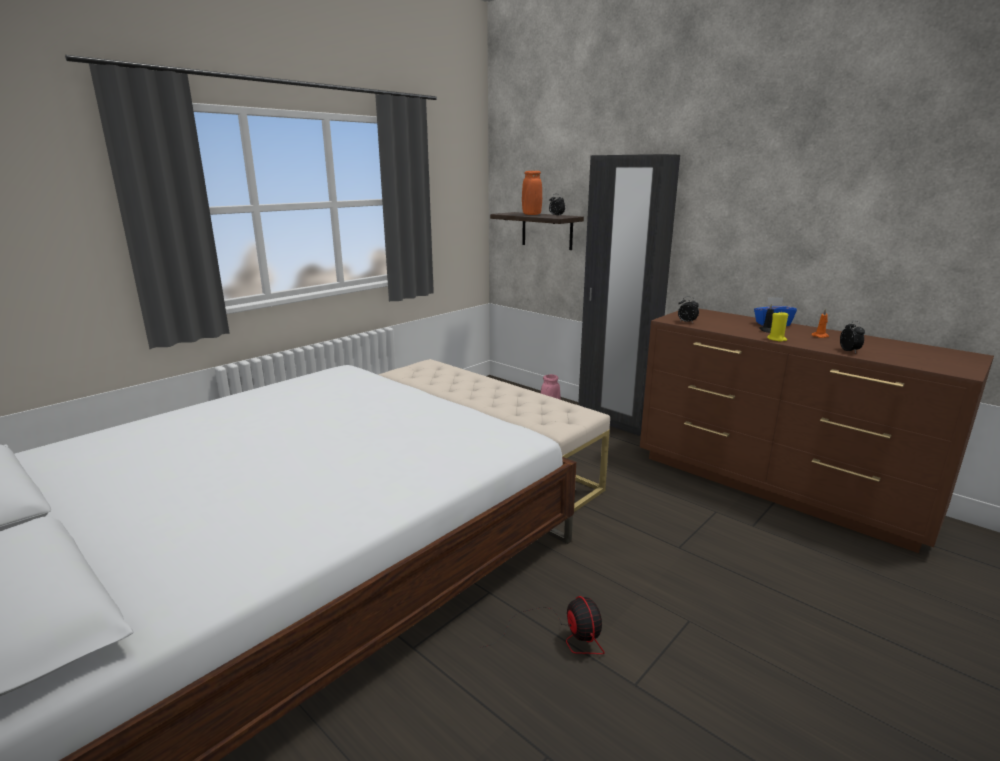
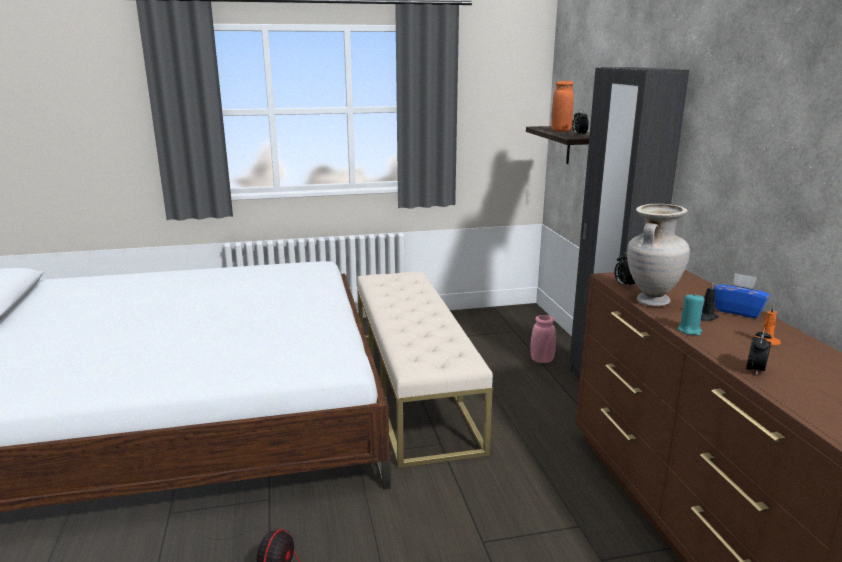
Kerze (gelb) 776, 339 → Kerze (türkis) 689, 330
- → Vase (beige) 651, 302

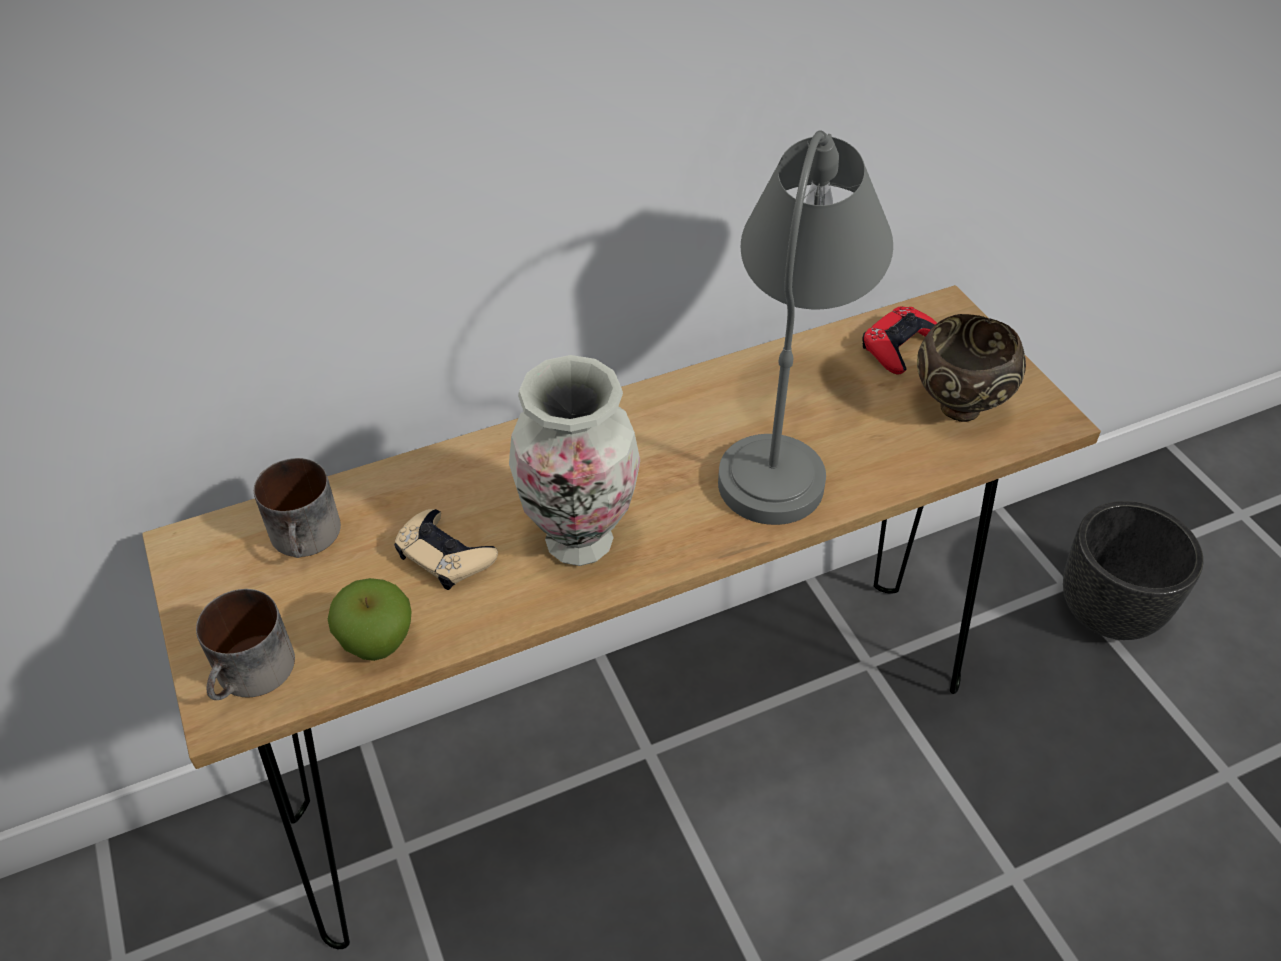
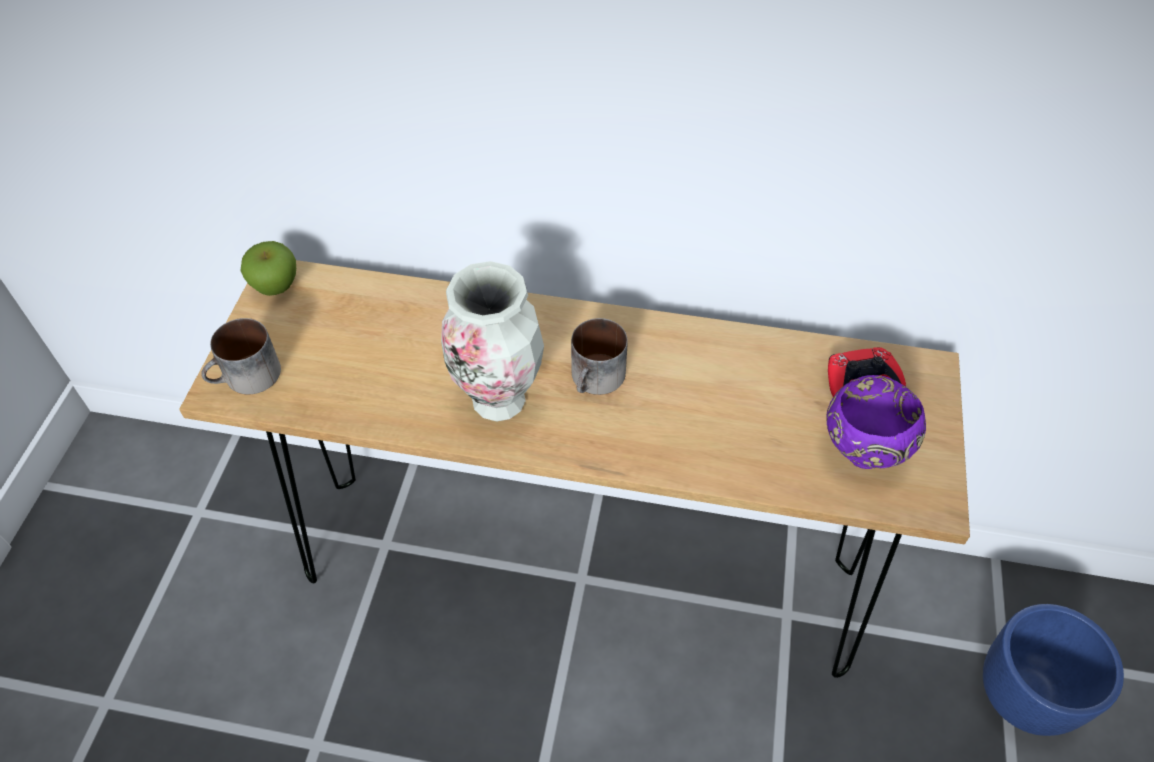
Tischlampe (grau) 787, 434 → -
Schüssel (braun) 956, 409 → Schüssel (lila) 860, 453
Henkelbecher 308, 538 → Henkelbecher 597, 380, shifted
Pflanzkübel (schwarz) 1108, 613 → Pflanzkübel (blau) 1023, 696
Gamepad (beige) 445, 555 → -
Apfel 377, 643 → Apfel 276, 287, shifted

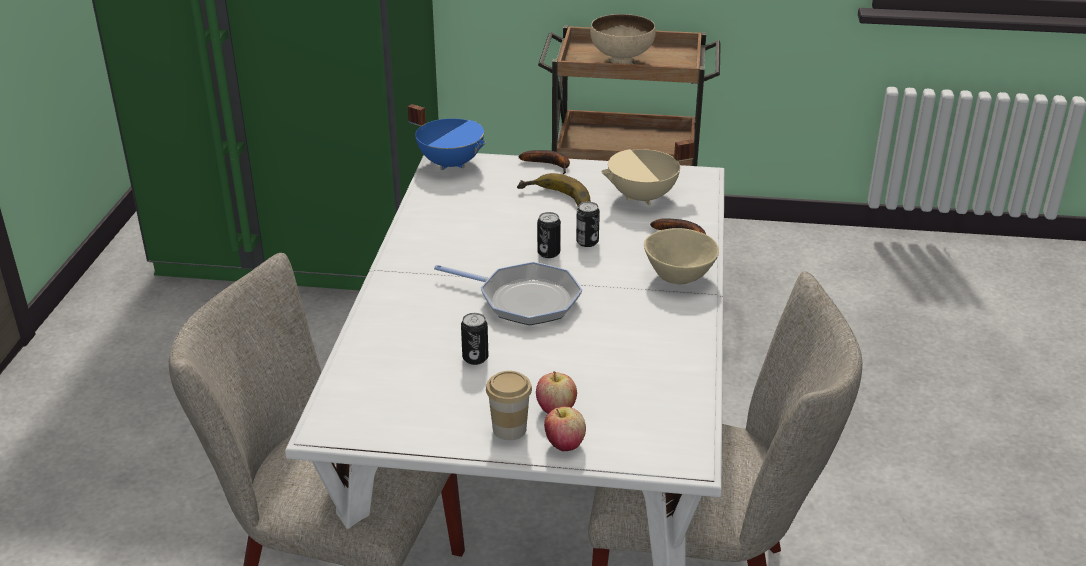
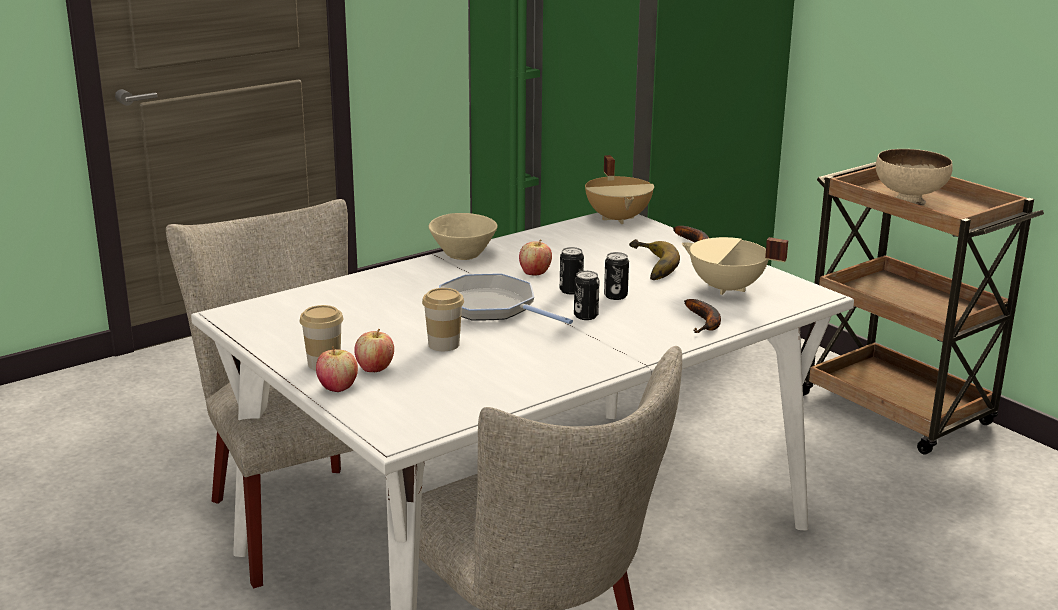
Kochtopf (blau) 451, 163 → Kochtopf (beige) 619, 218
Schüssel (beige) 679, 277 → Schüssel (beige) 461, 255, shifted
Pfanne 524, 300 → Pfanne 492, 307, 150 degrees clockwise
Dose 475, 358 → Dose 586, 316, shifted
- → Apfel 535, 273
- → Tasse 444, 344

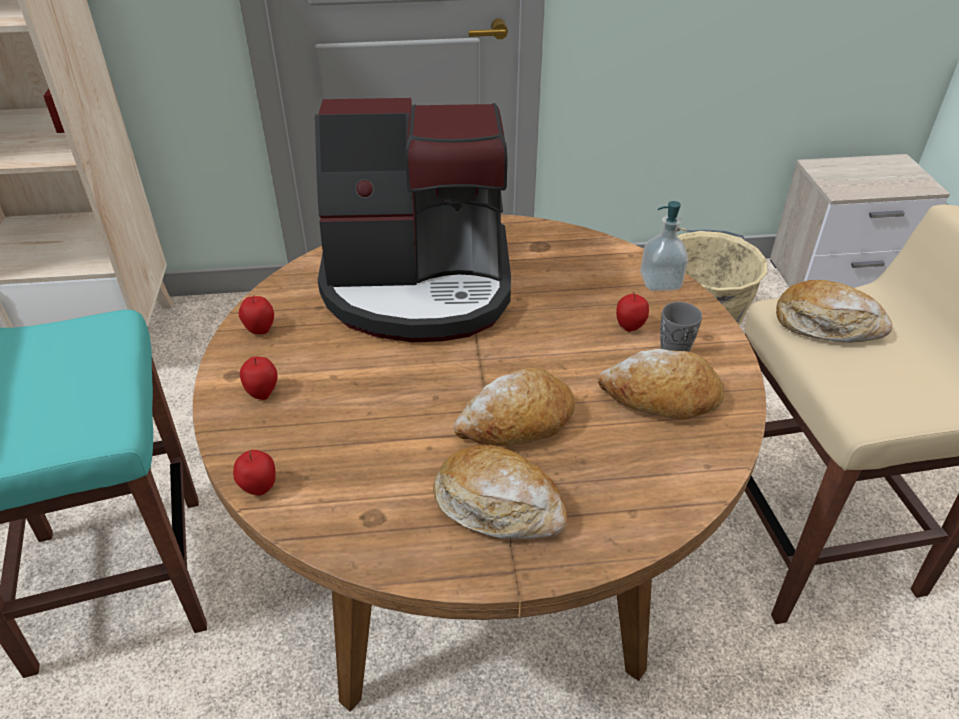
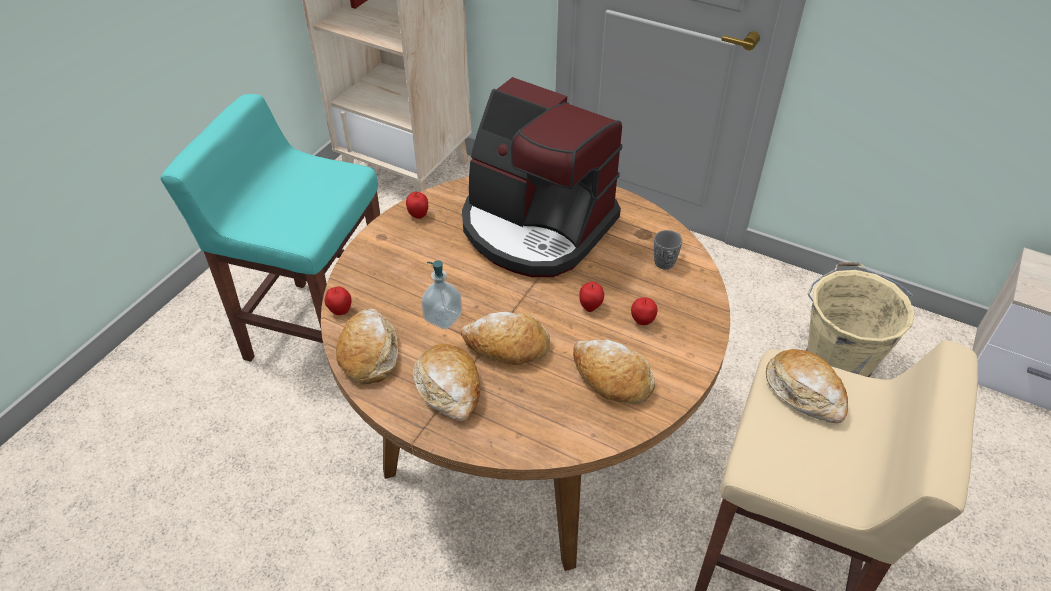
Seifenspender 660, 282 → Seifenspender 443, 317, shifted
Henkelbecher (grau) 673, 344 → Henkelbecher (grau) 666, 260, shifted
Apfel 263, 393 → Apfel 590, 307, shifted
- → Brot 369, 353

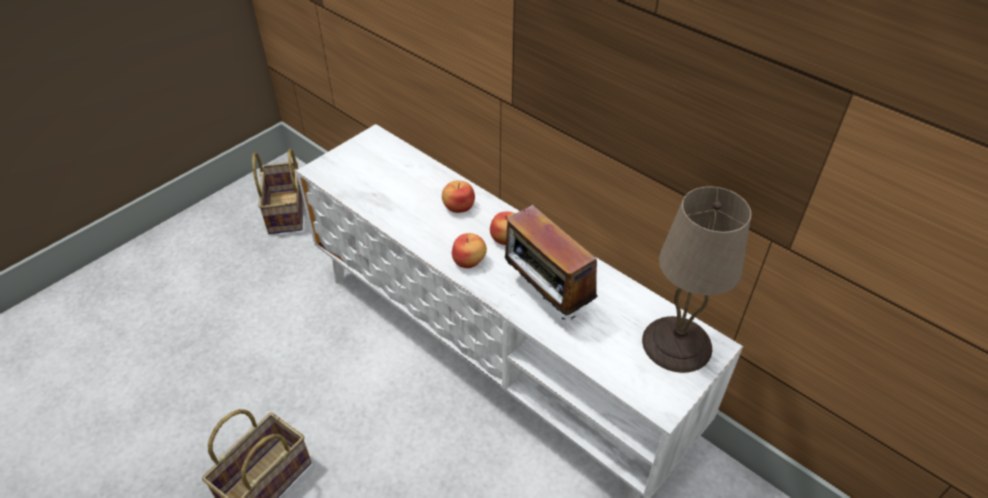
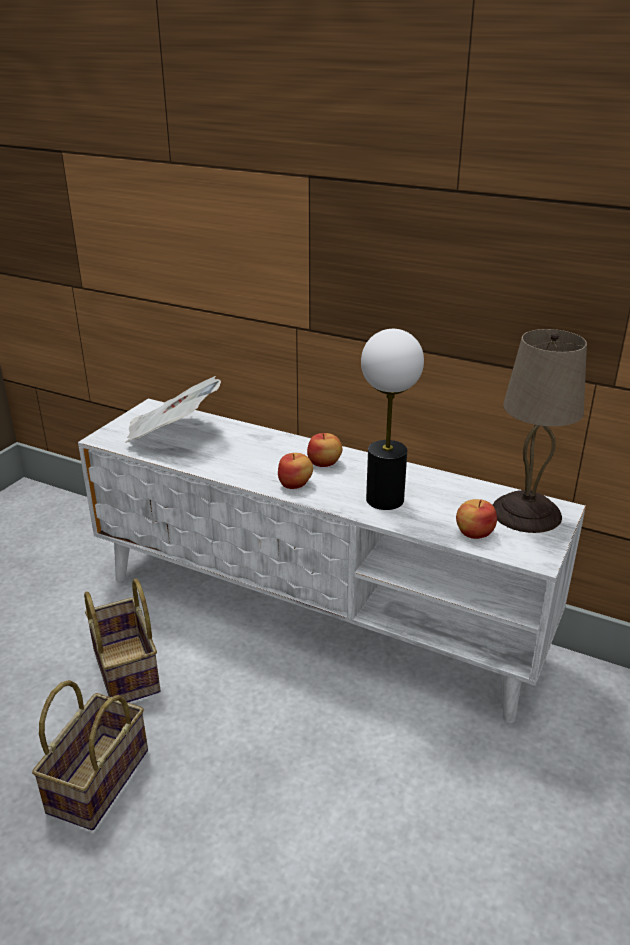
Korb 287, 212 → Korb 128, 671, shifted
Apfel 458, 206 → Apfel 474, 533, shifted
Radio 546, 298 → Tischlampe 385, 499
- → Zeitung 172, 433

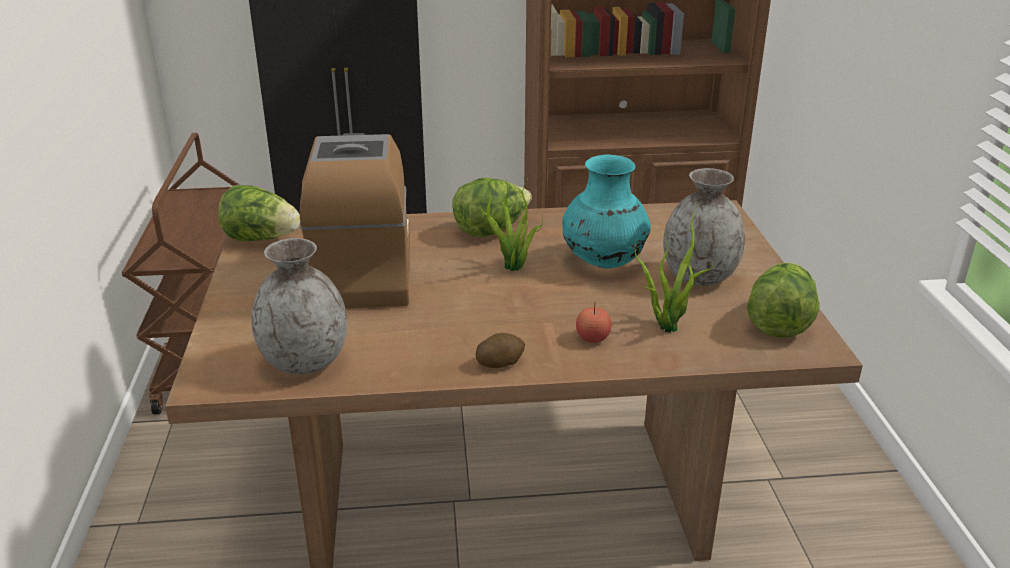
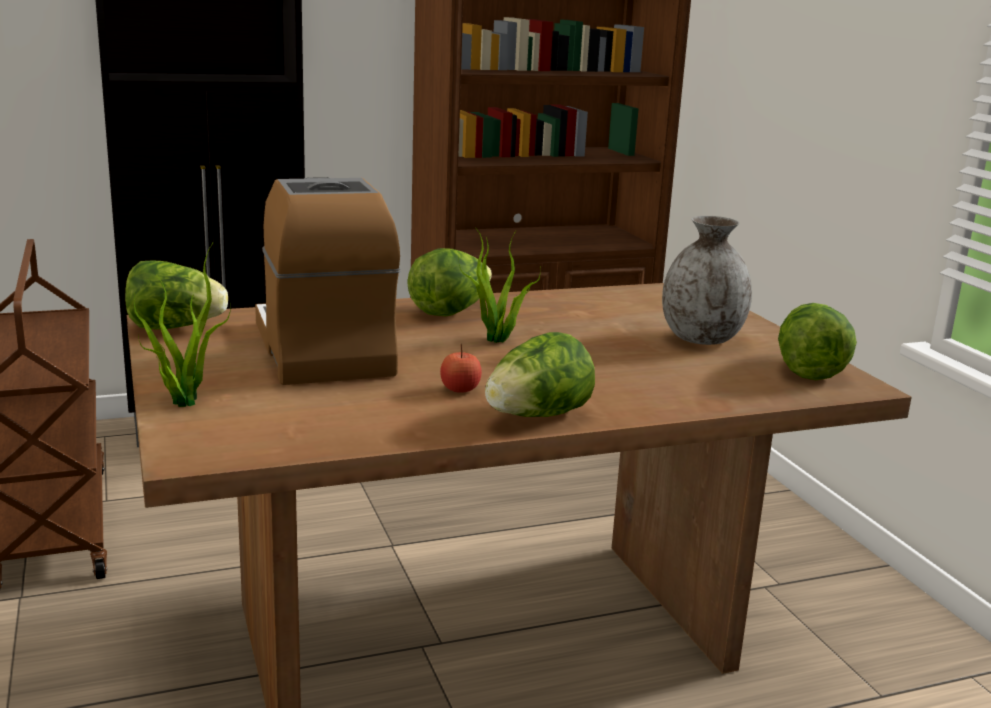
Vase (türkis) 603, 262 → -
Topfpflanze 666, 325 → Topfpflanze 183, 400, shifted
Vase (grau) 305, 361 → -
Apfel 592, 338 → Apfel 460, 389, shifted
Kartoffel 500, 362 → Salatkopf 537, 416

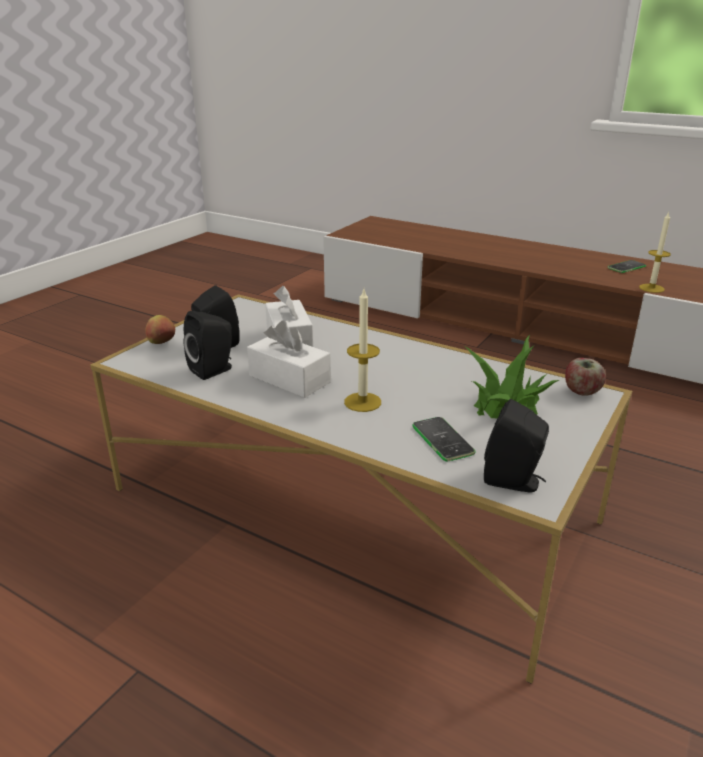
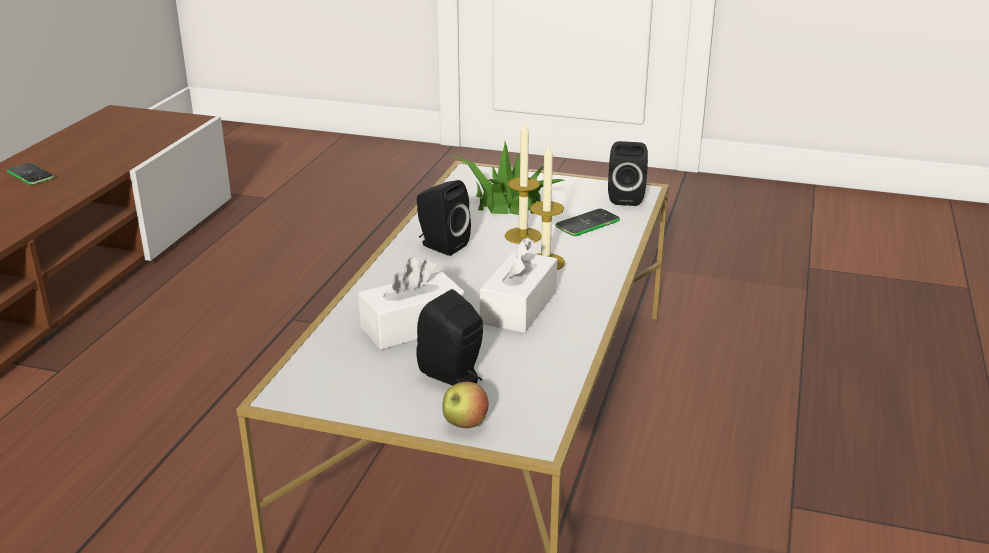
Kerze 651, 288 → Kerze 523, 236, shifted
Lautsprecher (schwarz) 214, 370 → Lautsprecher (schwarz) 441, 245, shifted
Apfel 581, 392 → -

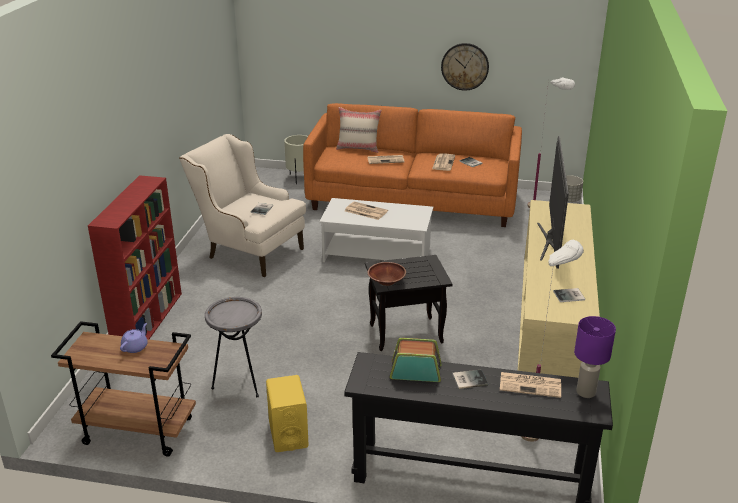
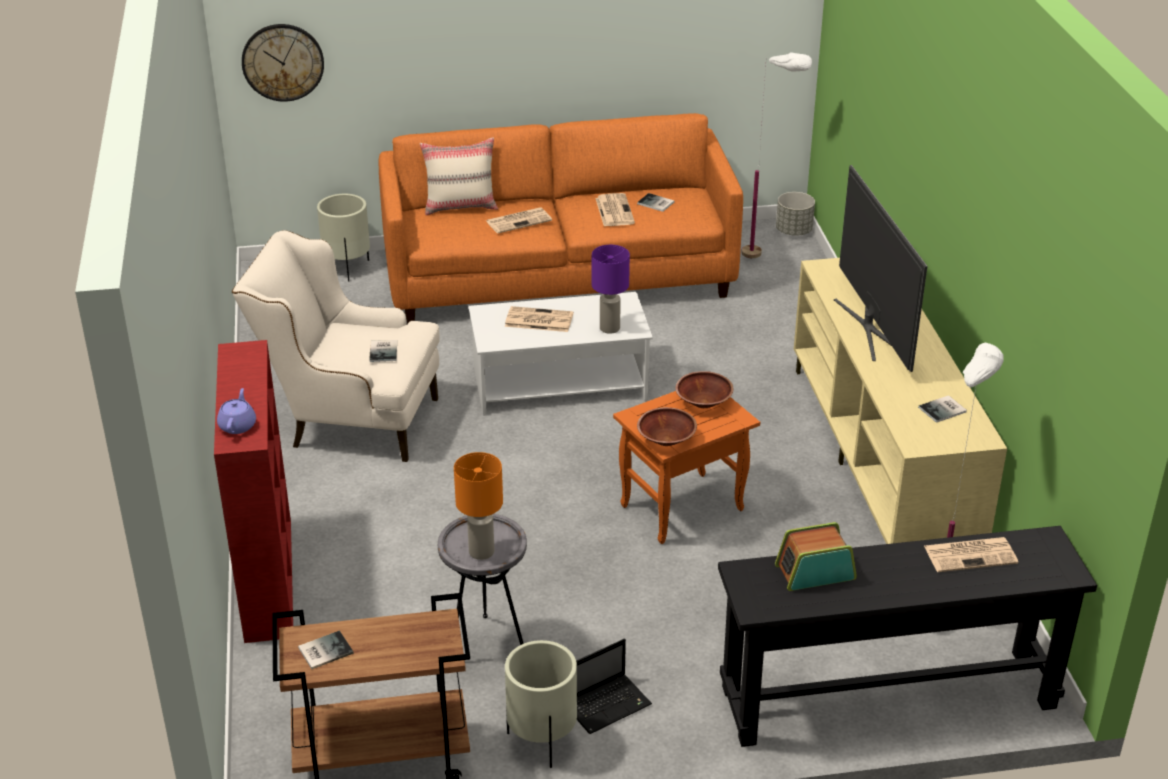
Wanduhr 465, 66 → Wanduhr 283, 62, shifted
Beistelltisch (schwarz) 405, 334 → Beistelltisch (orange) 681, 509
Tischlampe (lila) 585, 392 → Tischlampe (lila) 609, 328, shifted
Teekanne (lila) 135, 347 → Teekanne (lila) 238, 425, shifted
Buch 468, 379 → Buch 324, 650, shifted
Lautsprecher (gelb) 288, 434 → Laptop 608, 704
- → Schüssel (braun) 704, 402
- → Tischlampe (orange) 481, 551
- → Pflanzkübel (beige) 542, 741

